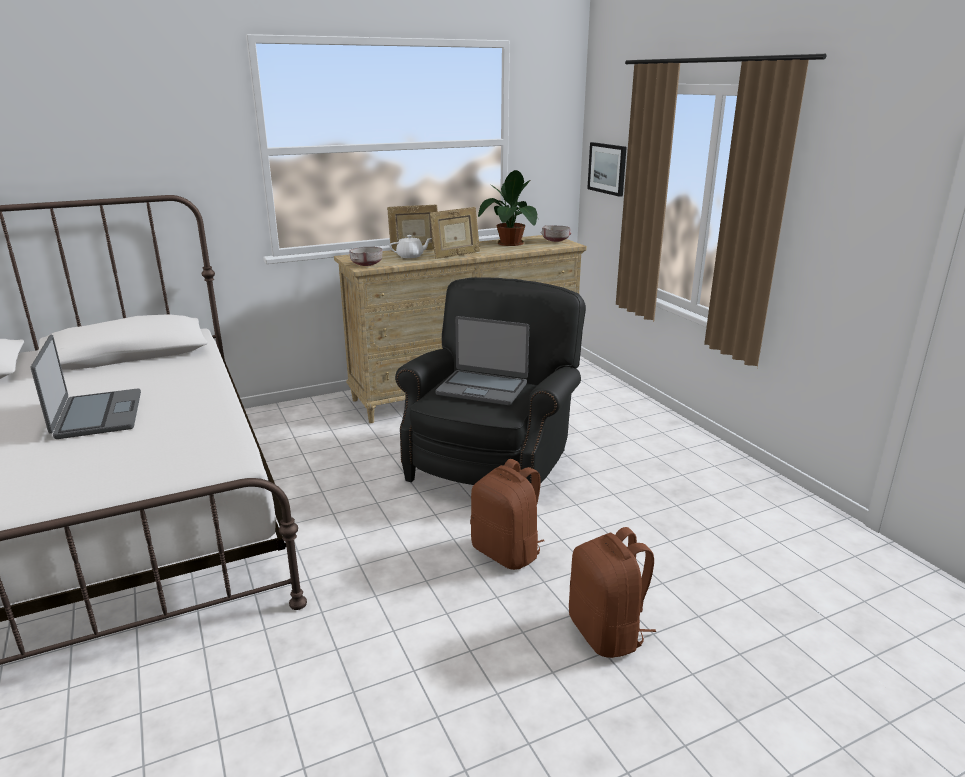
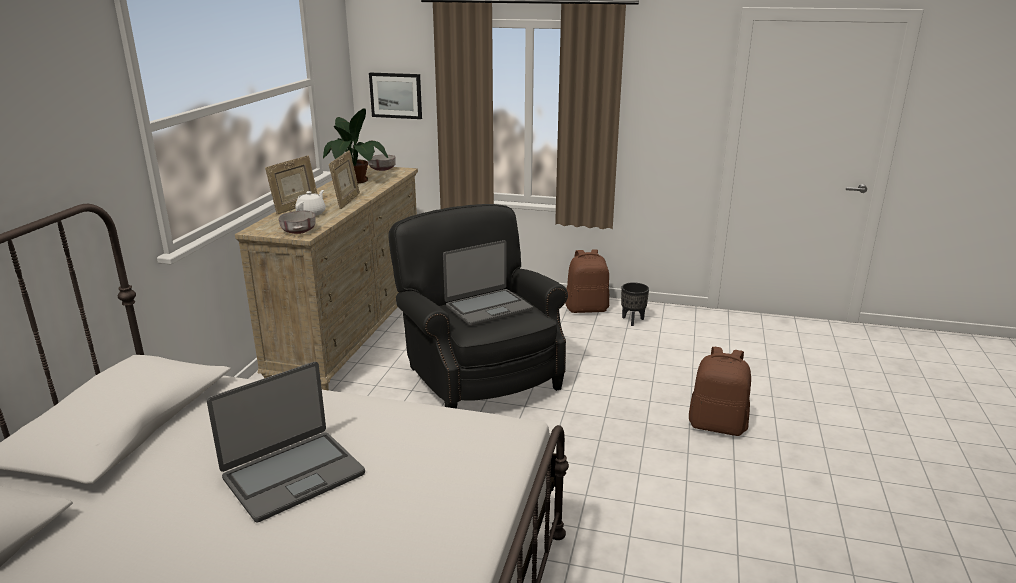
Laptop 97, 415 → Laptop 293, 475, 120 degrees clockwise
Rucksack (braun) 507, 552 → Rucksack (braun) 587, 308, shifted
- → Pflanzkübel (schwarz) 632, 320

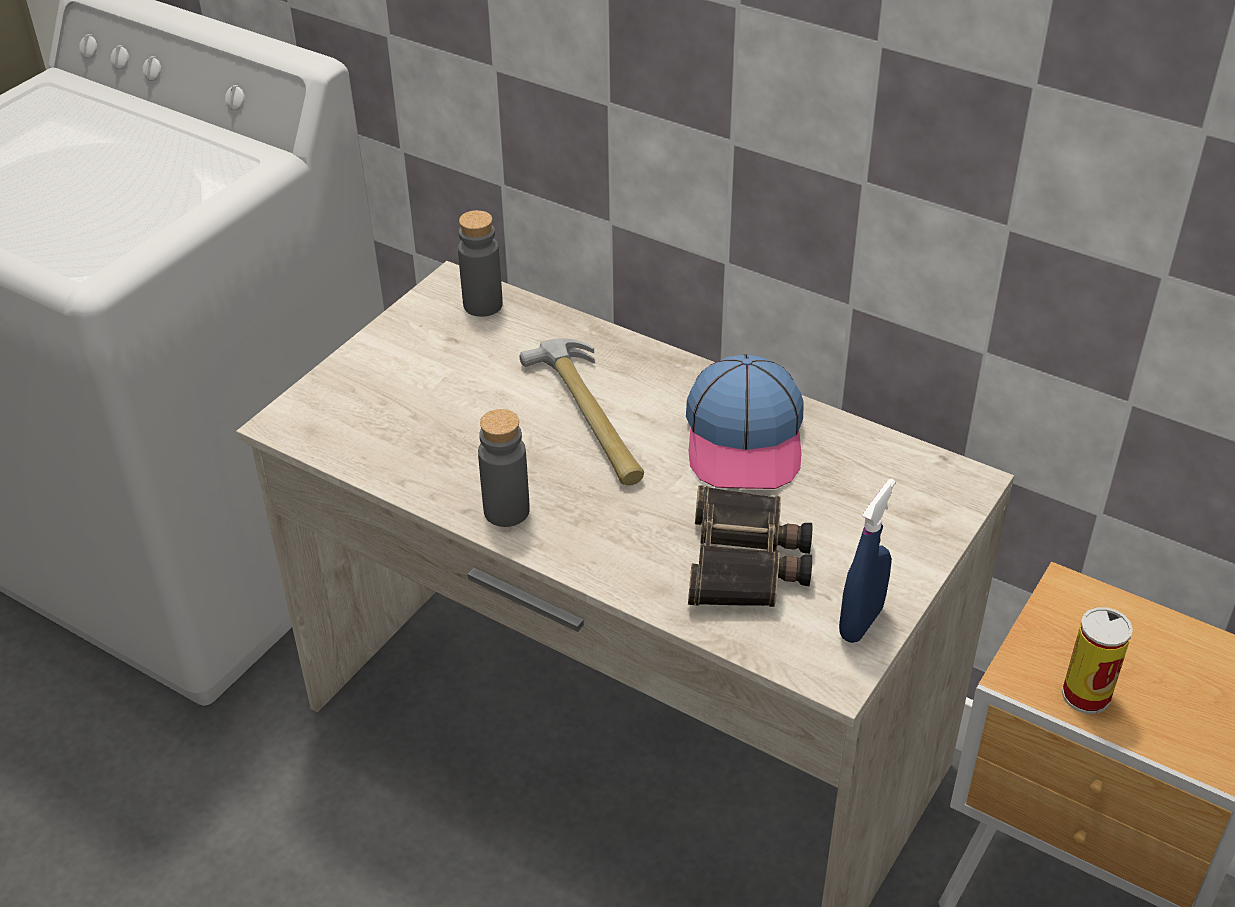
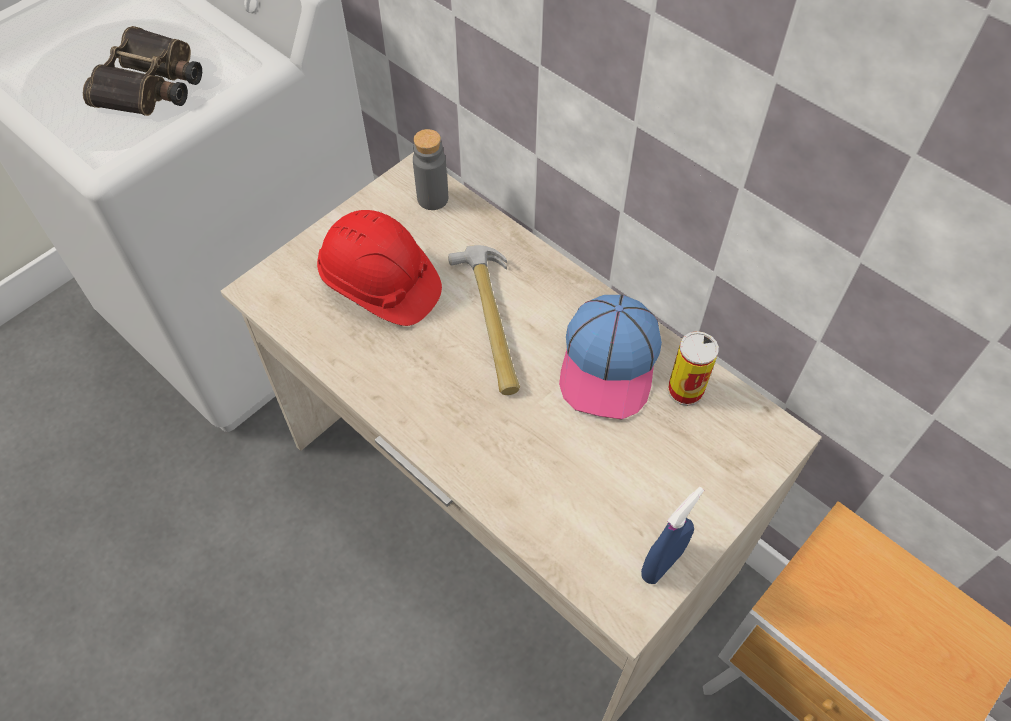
Flasche (grau) 506, 511 → -
Fernglas 747, 562 → Fernglas 152, 85, shifted
Dose 1086, 695 → Dose 685, 390, shifted
- → Schutzhelm (rot) 380, 285

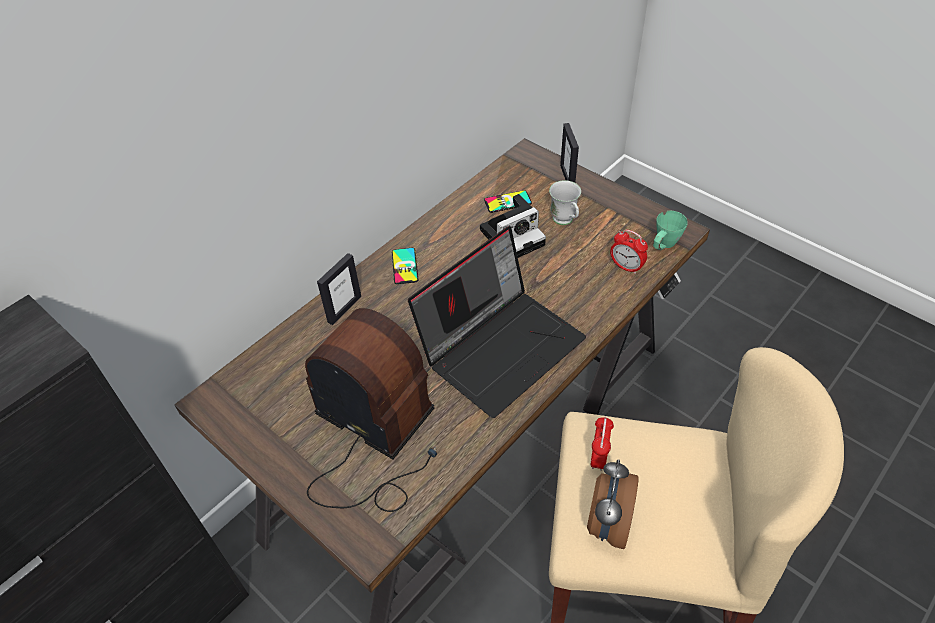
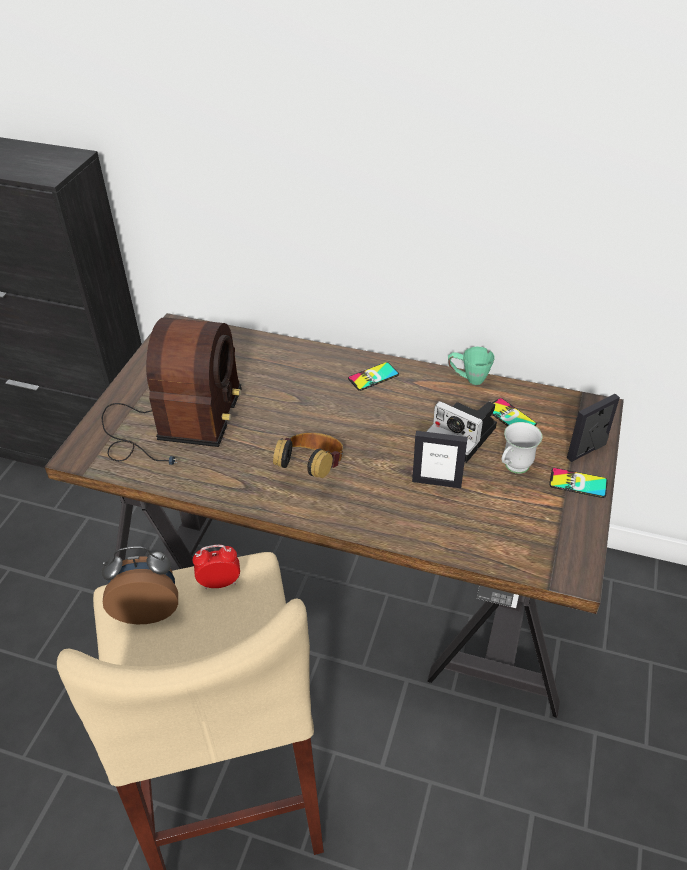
Henkelbecher (grün) 663, 247 → Henkelbecher (grün) 468, 379, shifted
Laptop 501, 346 → Kopfhörer 312, 470
Wecker 626, 267 → -
Bilderrahmen 344, 309 → Bilderrahmen 436, 482, shifted
- → Handy 578, 483

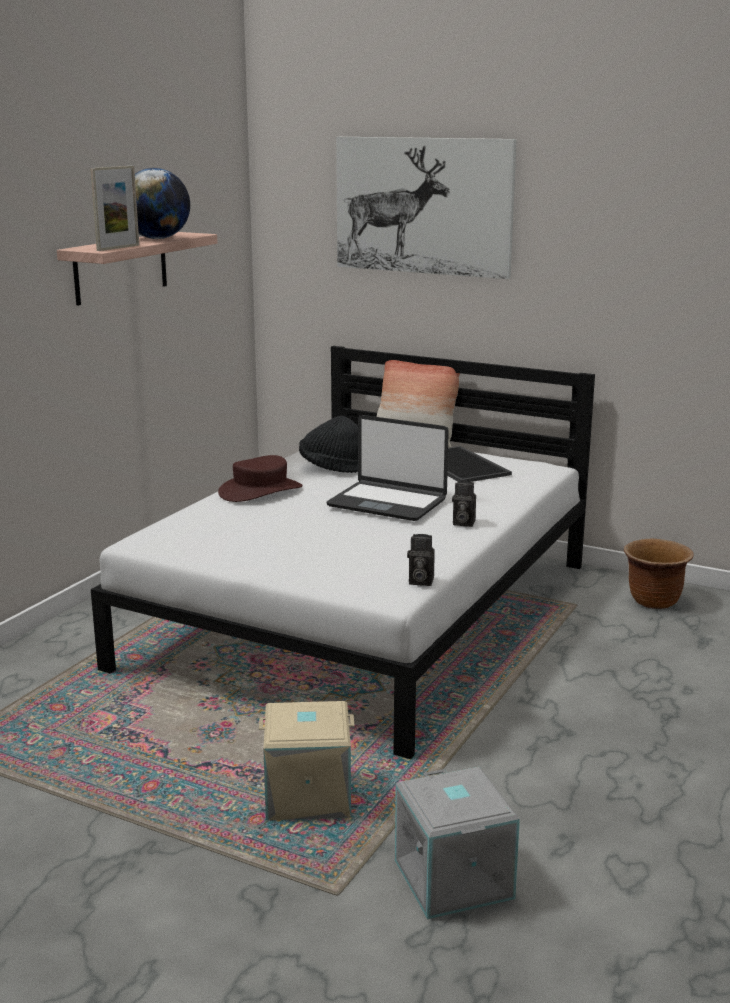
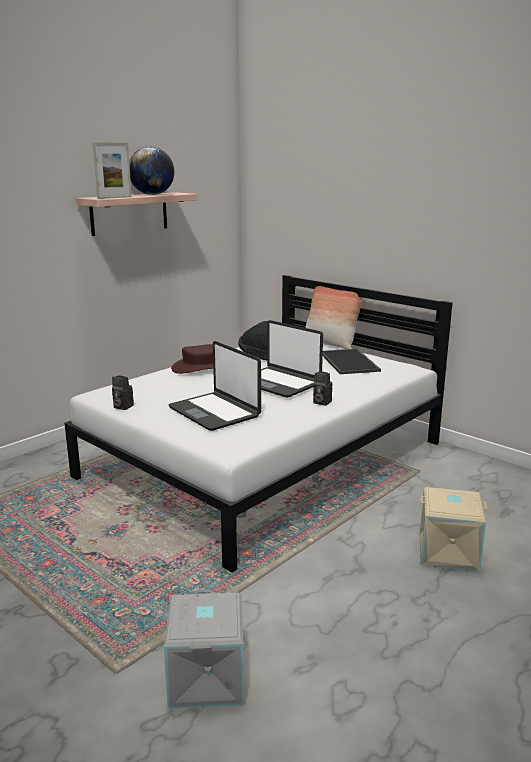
Bild 423, 206 → -
Kamera 419, 581 → Kamera 122, 407, shifted
Pflanzkübel (braun) 654, 601 → -
Aufbewahrungsbox (beige) 307, 797 → Aufbewahrungsbox (beige) 447, 553, shifted
- → Laptop 215, 412

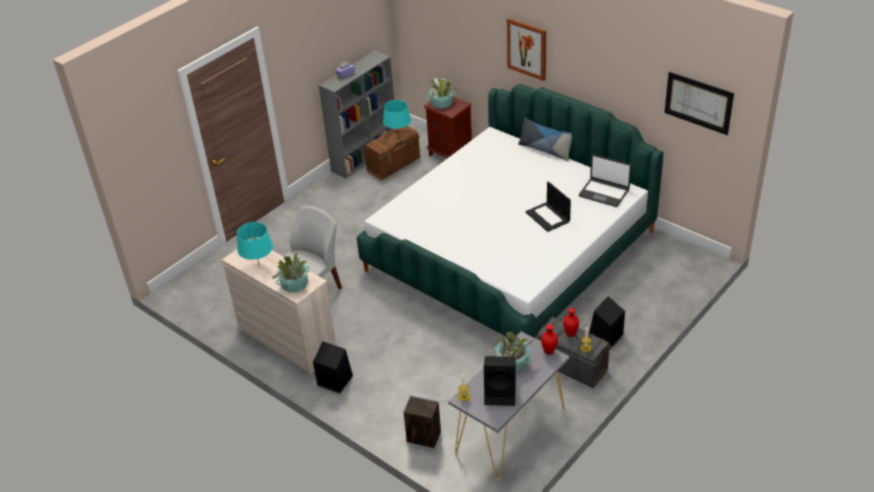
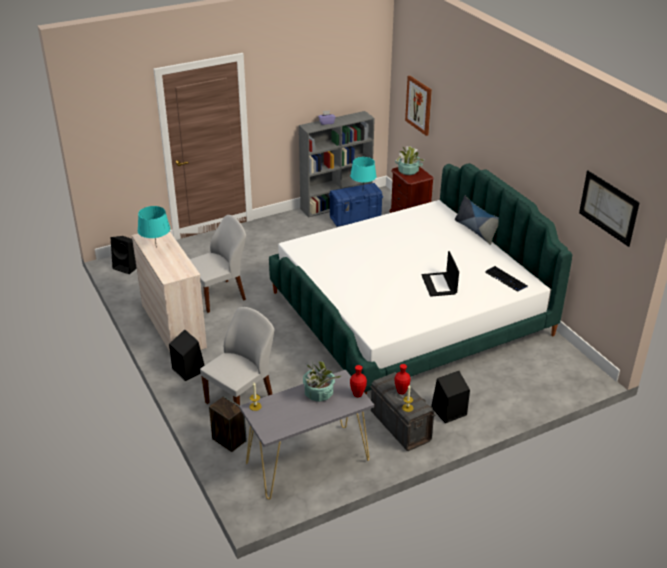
Bild 527, 49 → Bild 419, 105, shifted
Aufbewahrungsbox (braun) 394, 165 → Aufbewahrungsbox (blau) 355, 218
Laptop 604, 193 → Tastatur 506, 279
Topfpflanze 294, 284 → -
Lautsprecher (schwarz) 501, 394 → Lautsprecher (schwarz) 128, 266, shifted
- → Stuhl (weiß) 241, 400

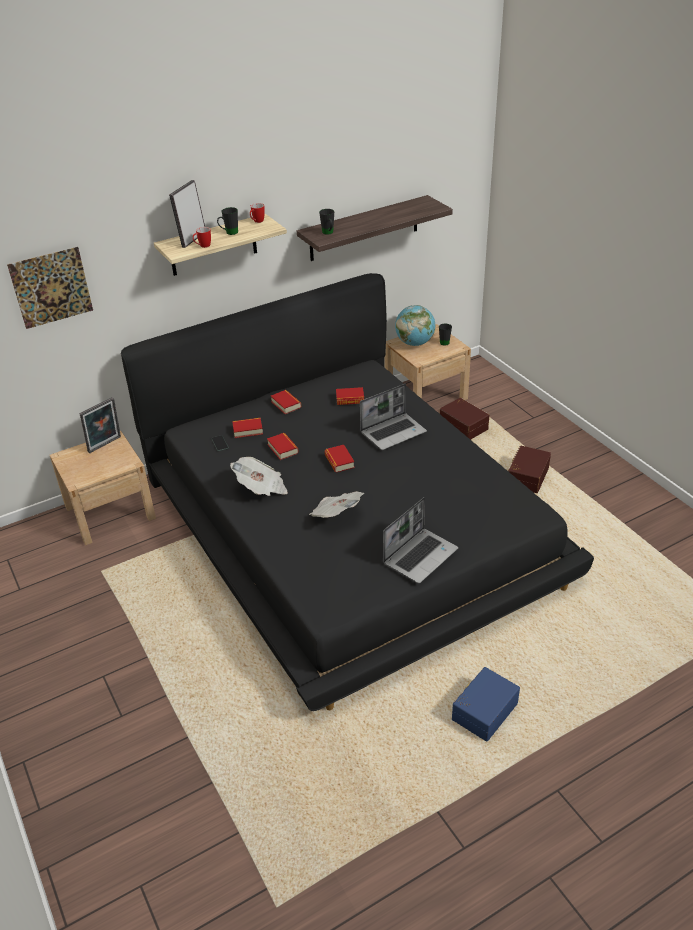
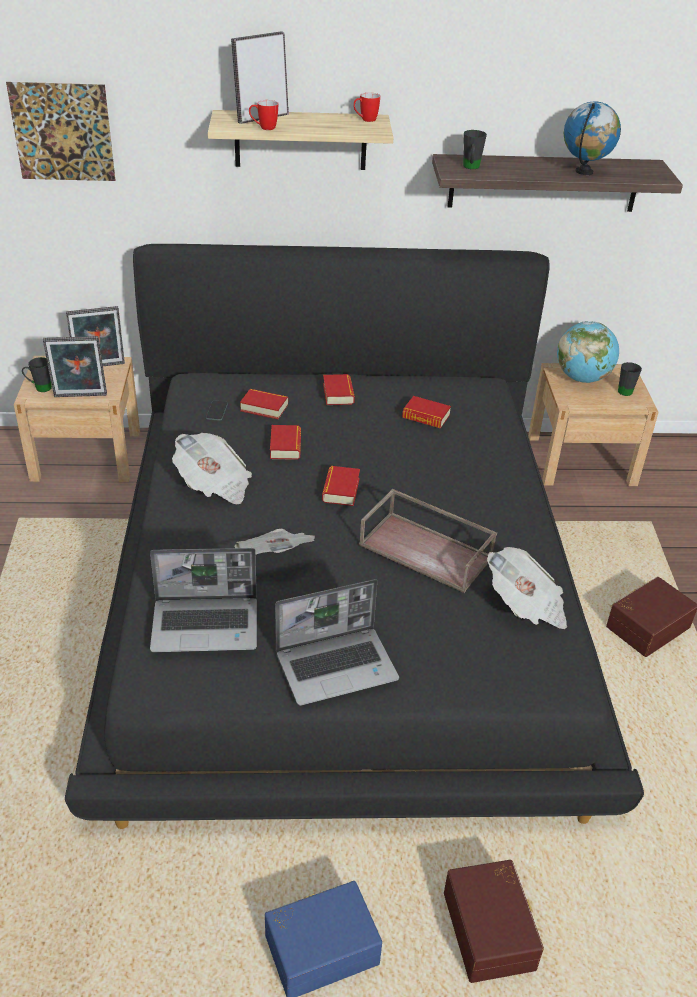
Henkelbecher (schwarz) 229, 233 → Henkelbecher (schwarz) 39, 388, shifted
Laptop 393, 432 → Laptop 206, 625, shifted
Aufbewahrungsbox (braun) 464, 426 → Aufbewahrungsbox (braun) 491, 930, shifted
- → Globus 584, 172
- → Bilderrahmen 80, 397
- → Tablett (braun) 427, 551
- → Zeitung 525, 606

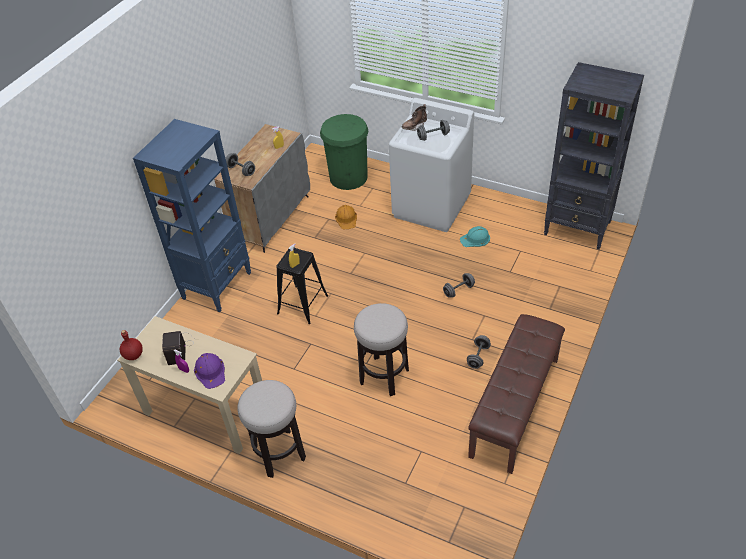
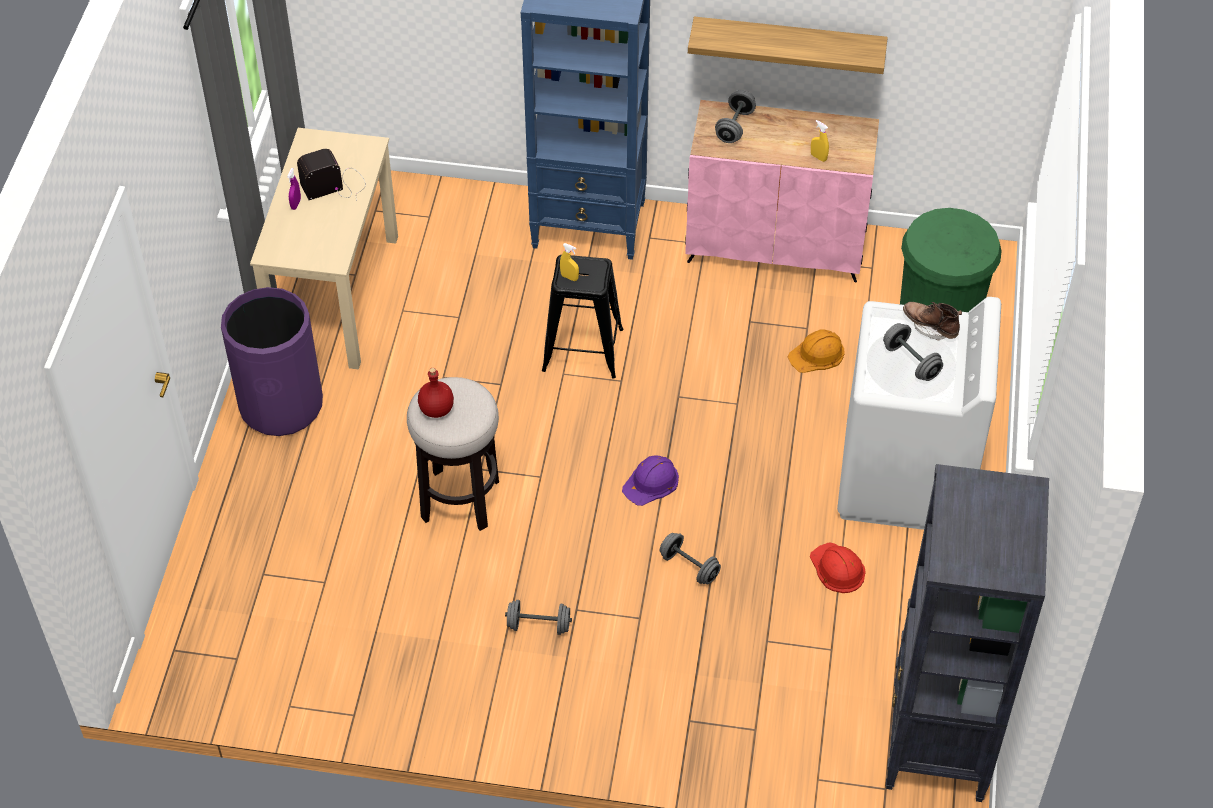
Schrank (grau) 271, 218 → Schrank (rosa) 776, 247
Schutzhelm (türkis) 475, 239 → Schutzhelm (rot) 837, 569
Bank (braun) 515, 407 → -
Flasche (rot) 133, 355 → Flasche (rot) 436, 409, shifted
Schutzhelm (lila) 210, 371 → Schutzhelm (lila) 651, 482, shifted
Hocker 279, 453 → Mülleimer (lila) 281, 405
- → Wandregal 788, 43

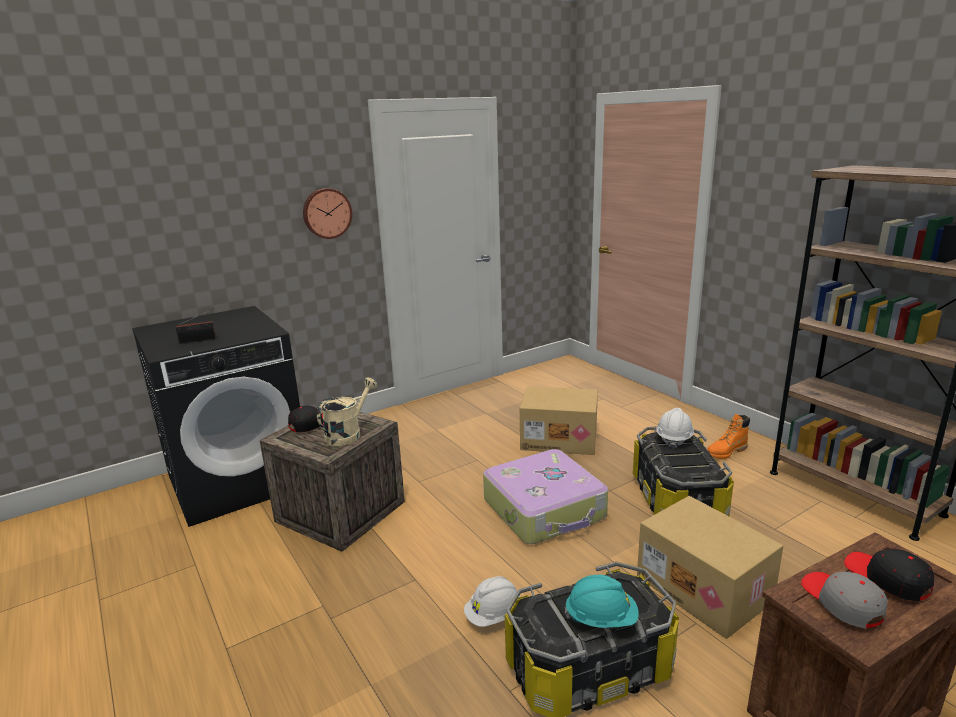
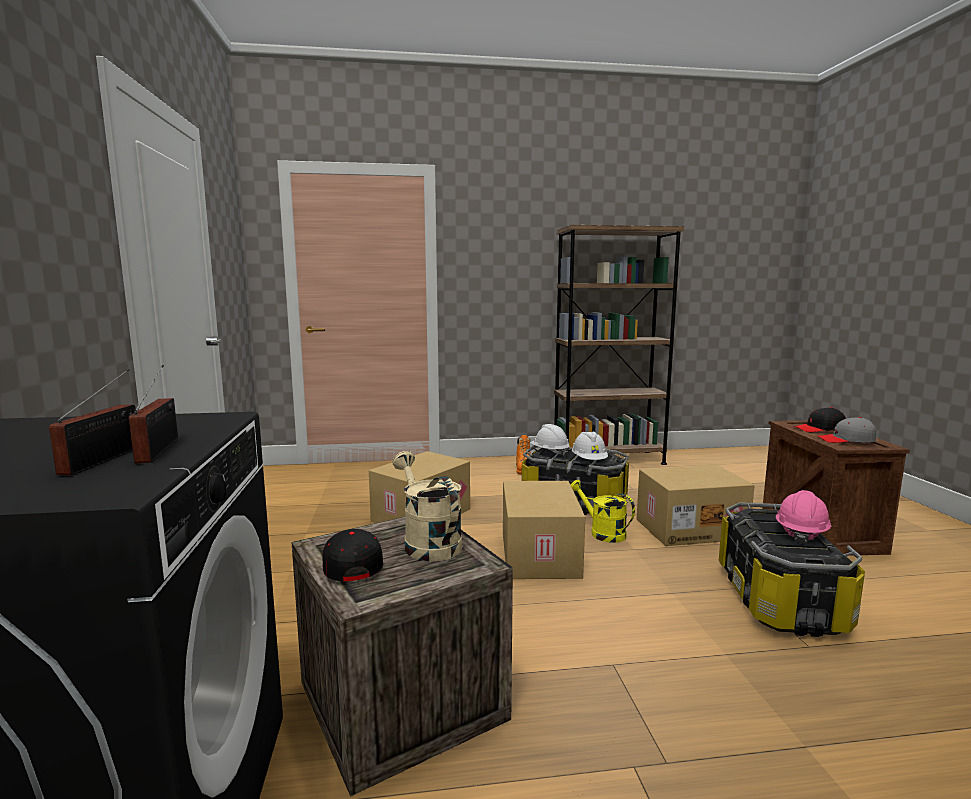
Wanduhr 326, 213 → -
Koffer 545, 509 → Karton 537, 554
Schutzhelm (türkis) 601, 619 → Schutzhelm (rosa) 801, 532
Schutzhelm (weiß) 493, 615 → Schutzhelm (weiß) 589, 461, shifted
- → Radio 160, 449
- → Gießkanne (gelb) 602, 532

